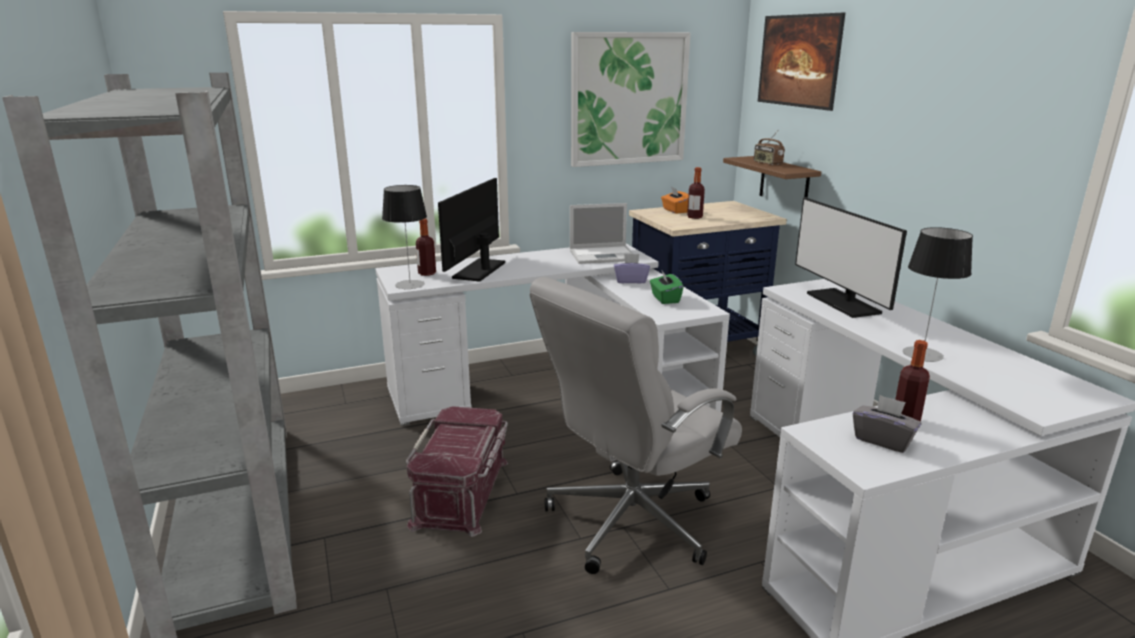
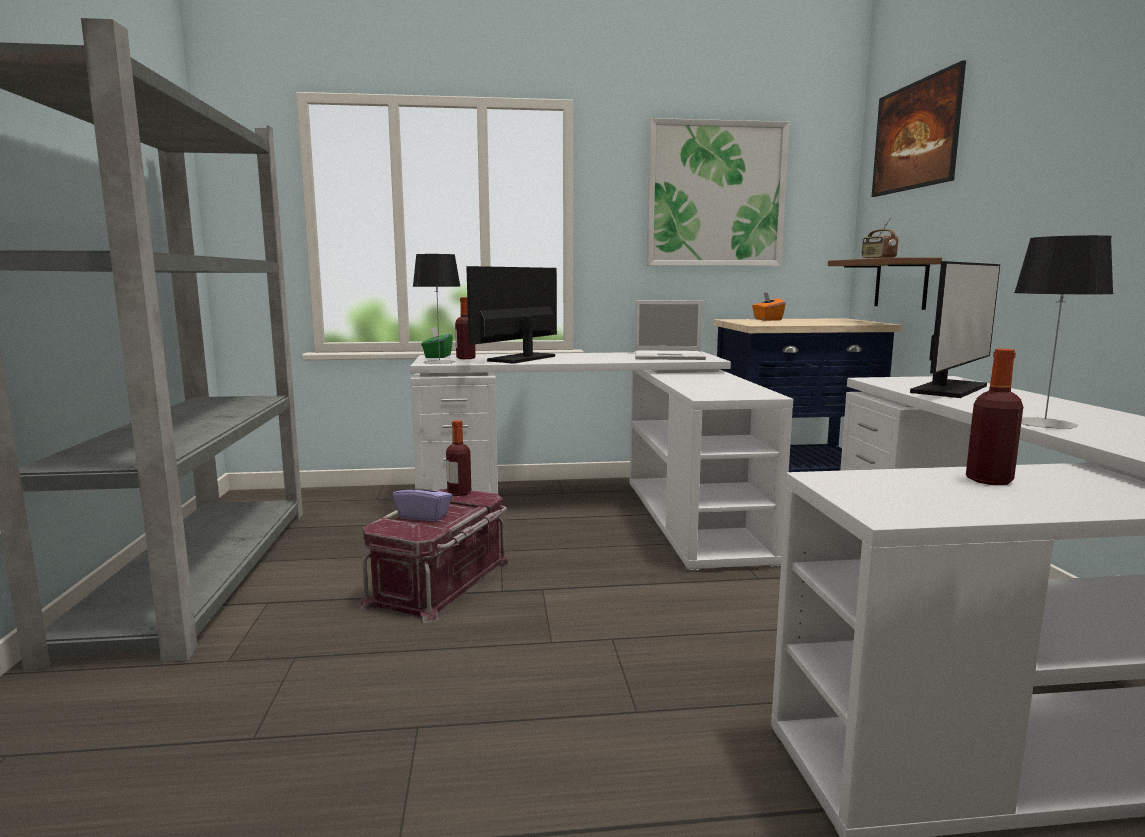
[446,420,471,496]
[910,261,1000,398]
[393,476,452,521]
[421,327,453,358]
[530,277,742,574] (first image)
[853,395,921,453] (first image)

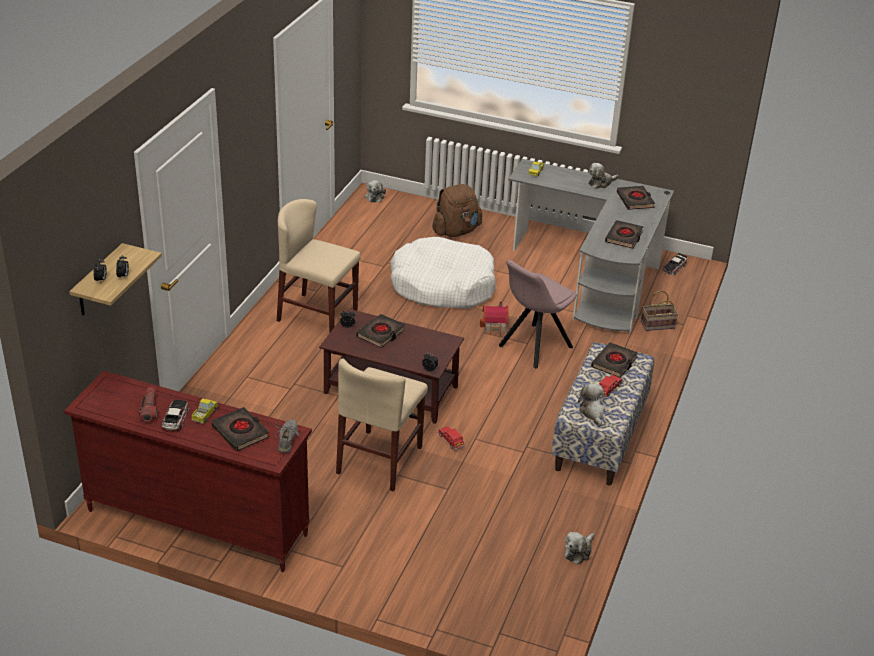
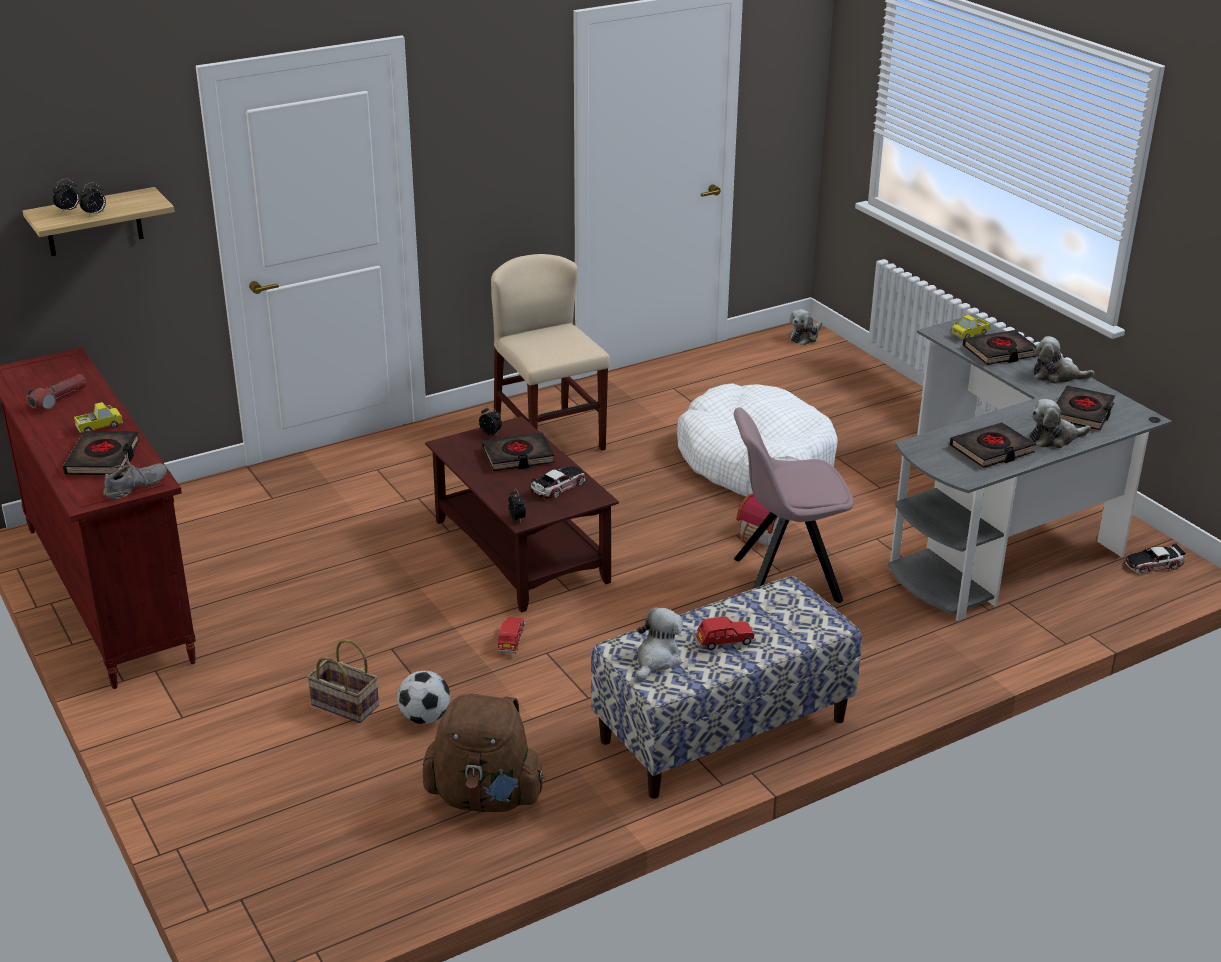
[423,694,546,813]
[307,639,379,723]
[963,330,1036,365]
[336,359,428,492] (first image)
[531,466,586,499]
[1030,399,1091,448]
[397,671,450,724]

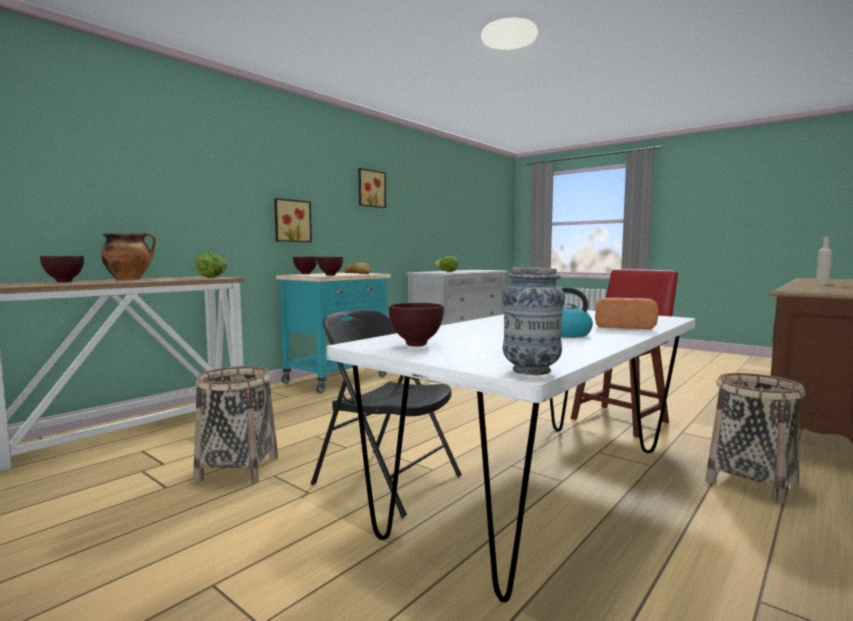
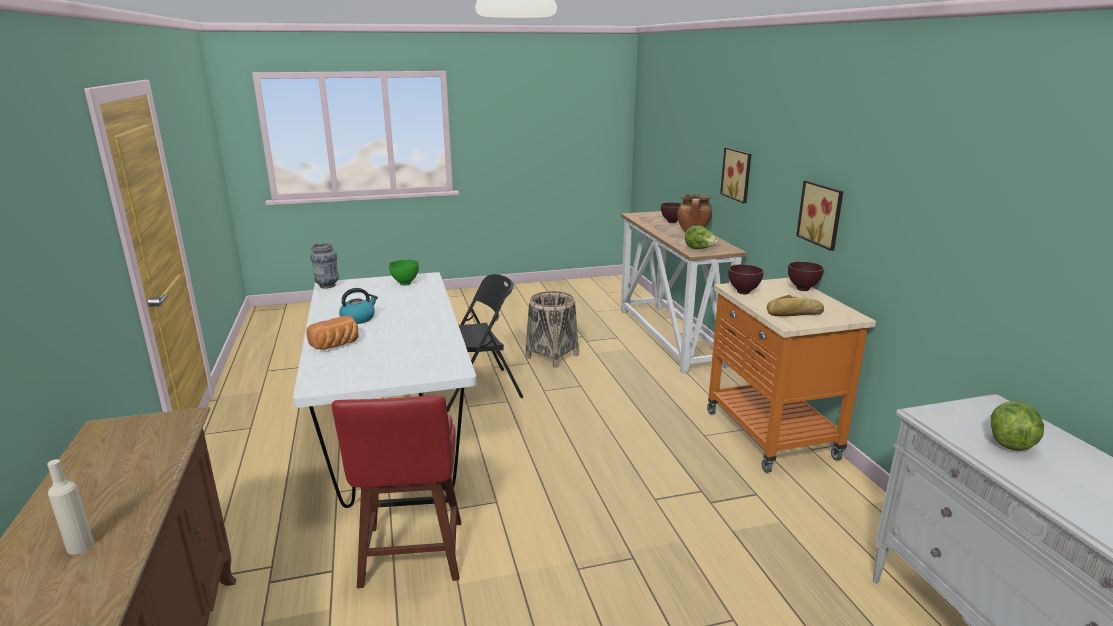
[720,147,751,203]
[707,278,876,473]
[389,260,419,286]
[706,373,805,504] (first image)

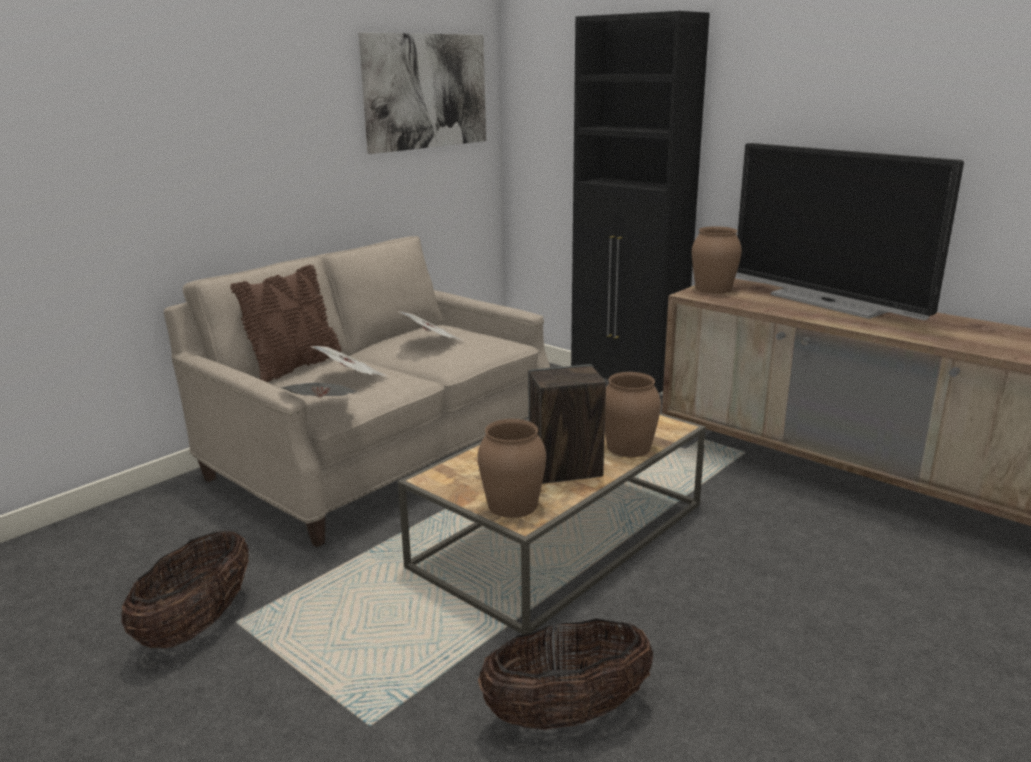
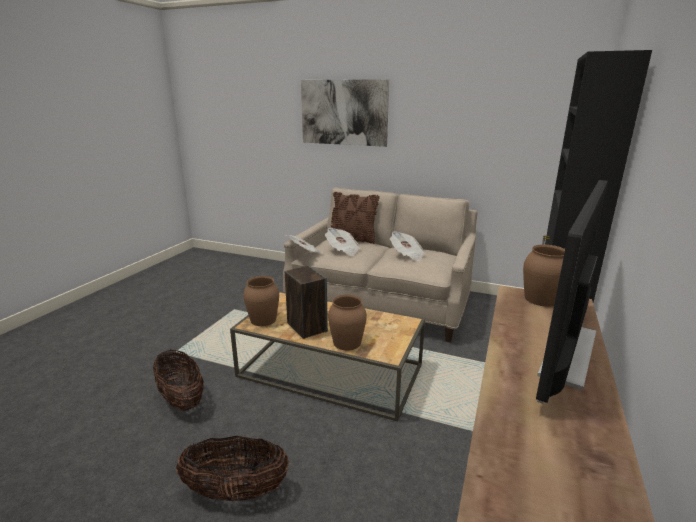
[301,79,389,147]
[176,436,289,501]

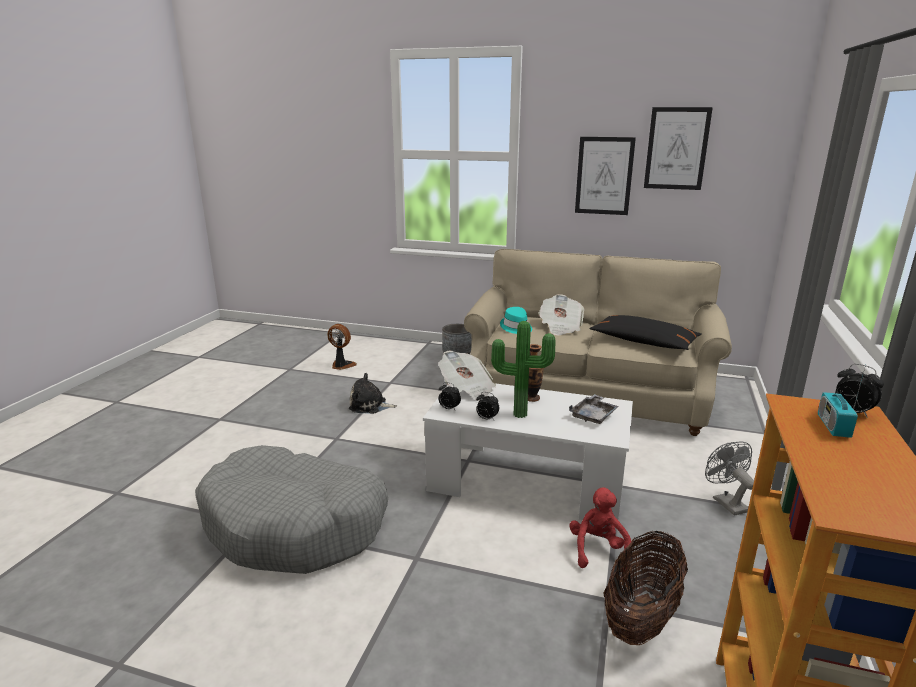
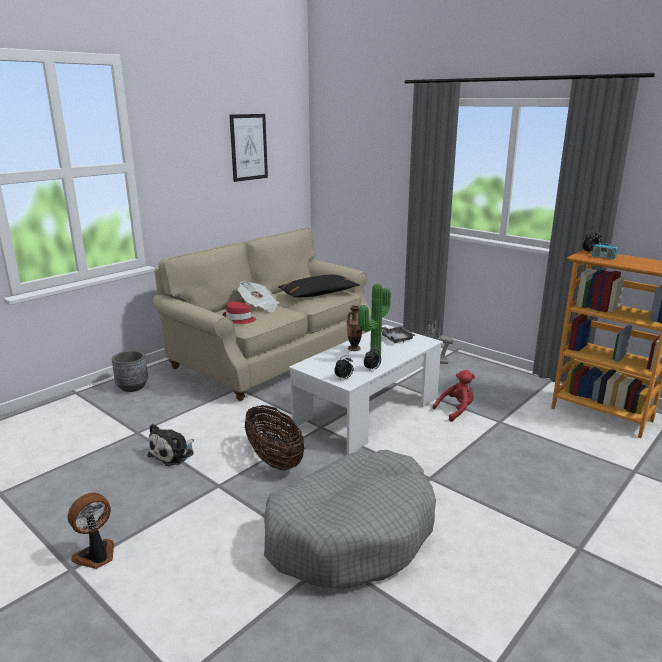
[575,137,636,215] (first image)
[223,301,256,324]
[67,493,114,569]
[438,350,496,401] (first image)
[433,370,475,422]
[245,405,304,470]

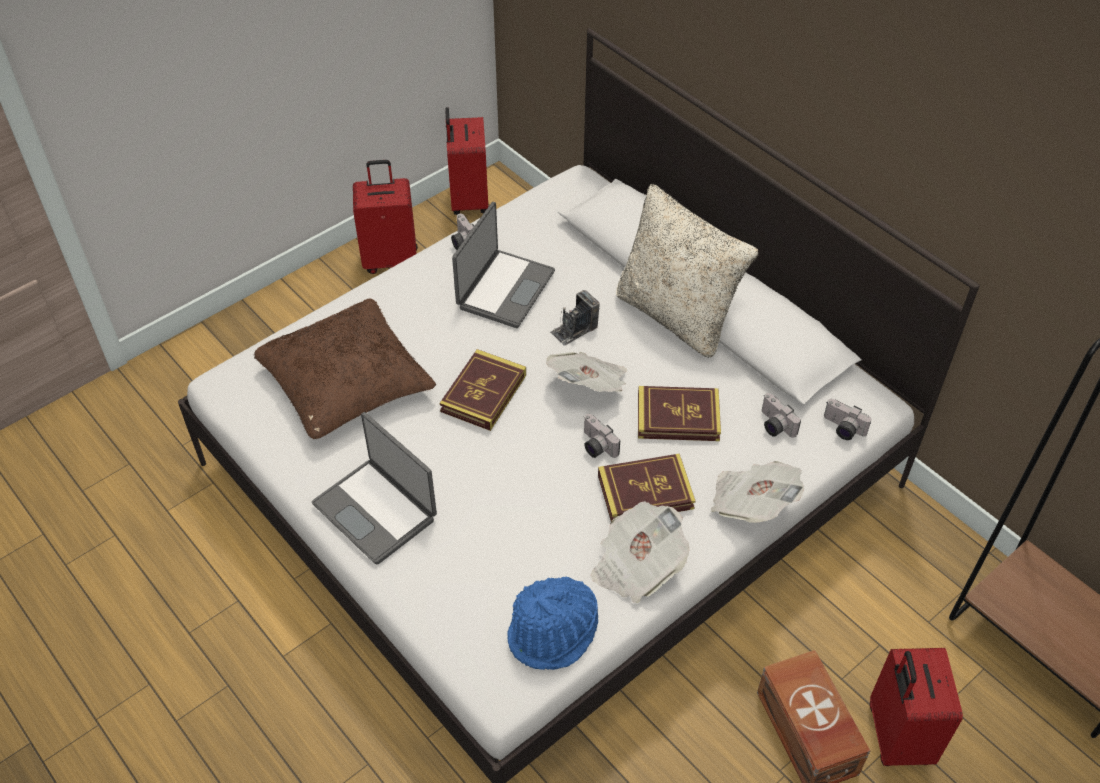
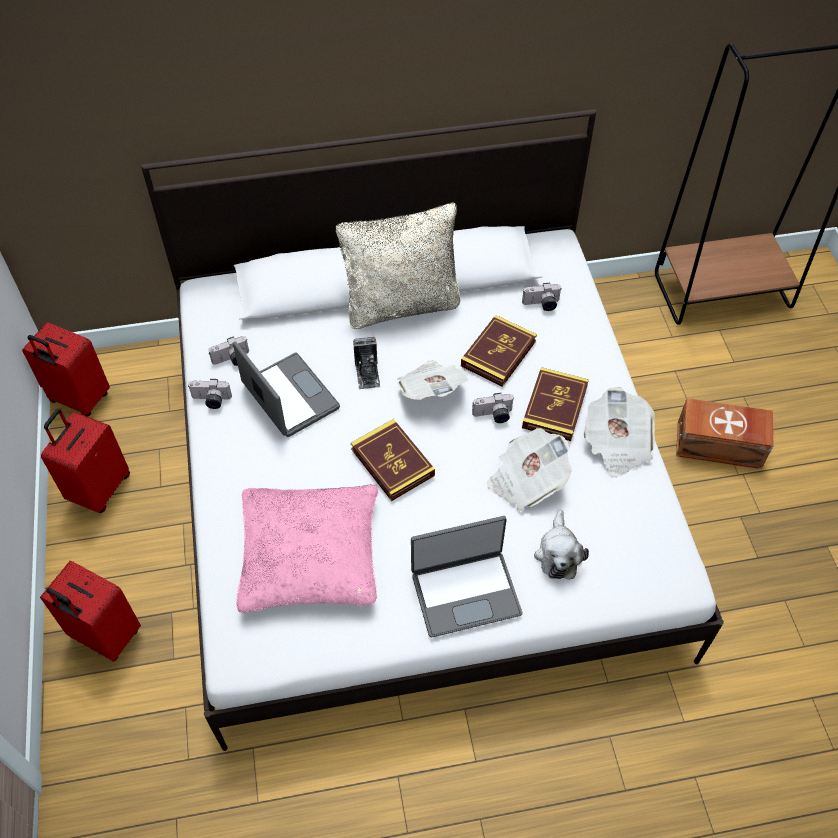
[236,485,379,614]
[208,336,249,366]
[487,428,572,511]
[507,577,598,670] (first image)
[40,561,141,662]
[534,510,589,579]

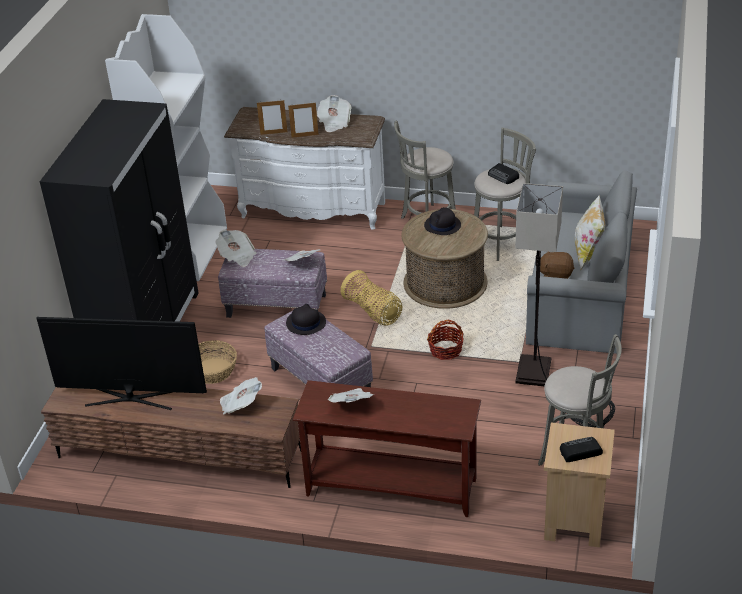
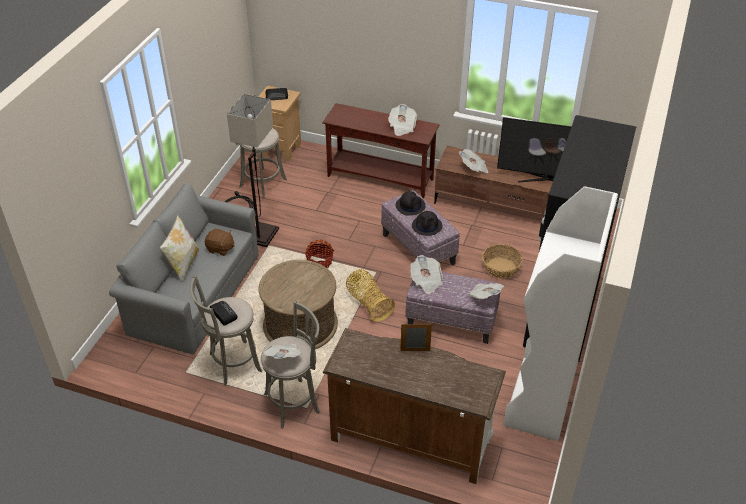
[263,344,302,359]
[257,100,287,135] (first image)
[396,191,426,215]

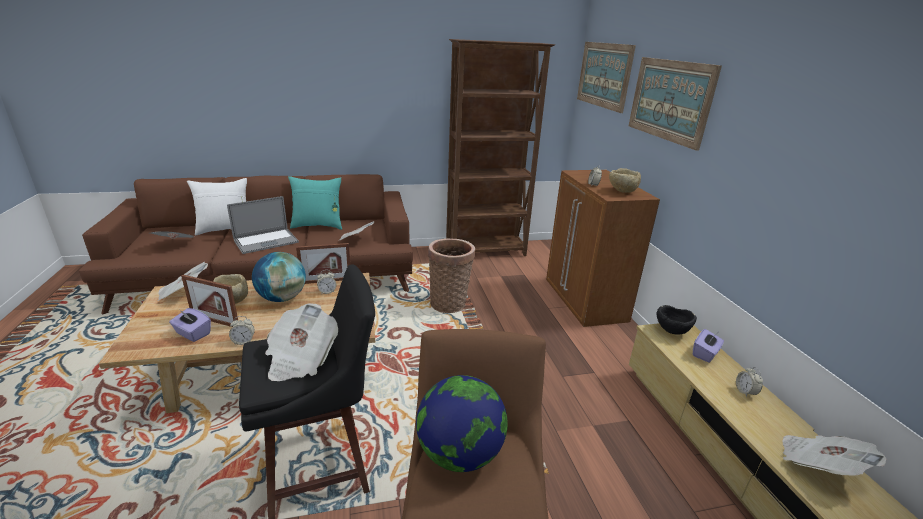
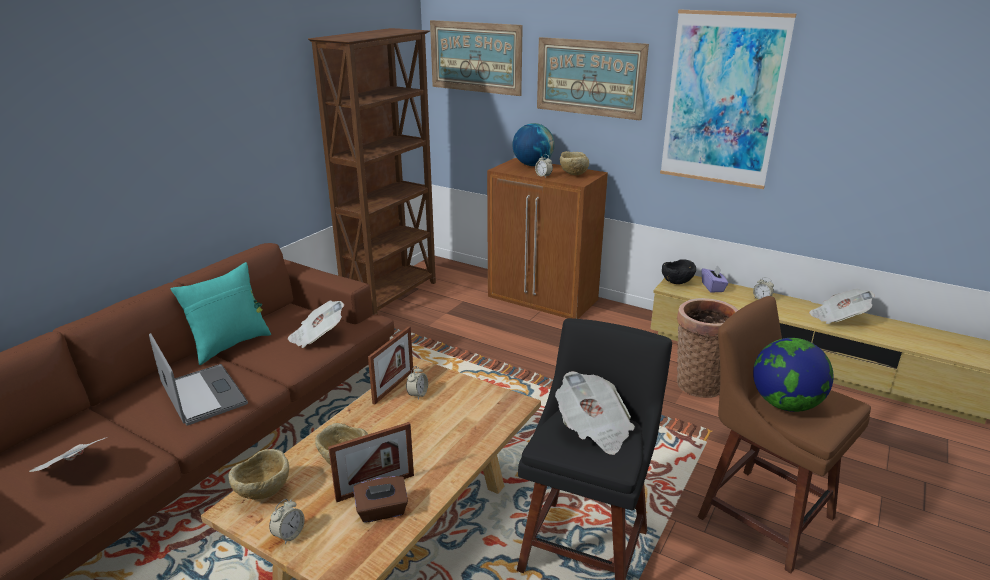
[187,178,247,235] (first image)
[149,333,248,425]
[677,298,738,398]
[512,123,555,166]
[229,449,289,500]
[353,476,408,523]
[269,499,305,544]
[660,10,796,189]

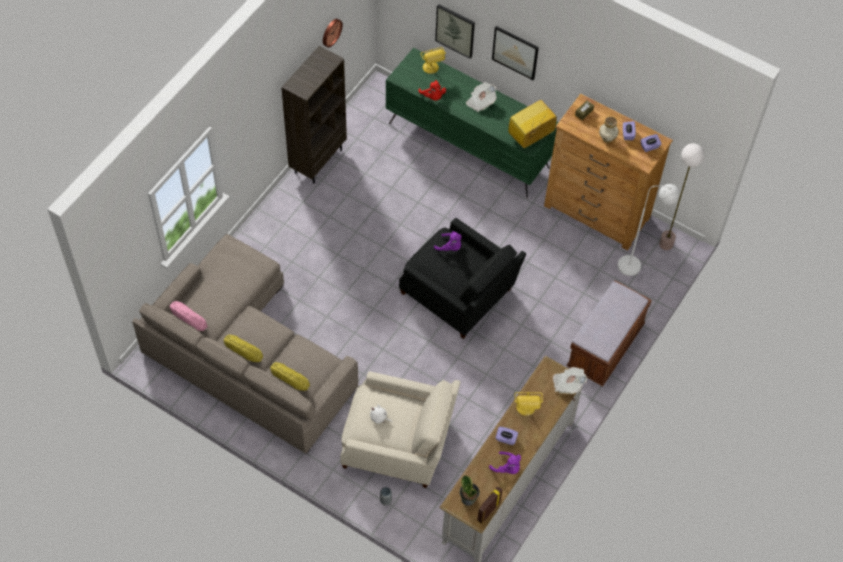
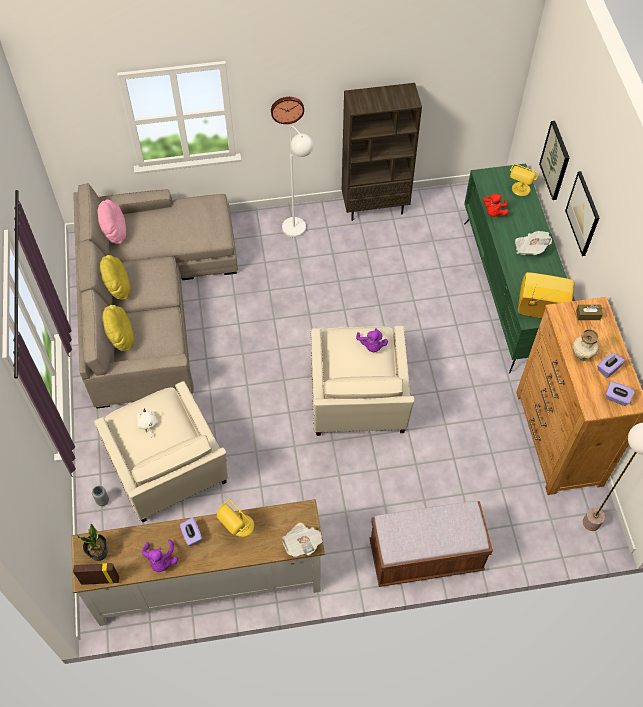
[271,97,304,124]
[282,126,313,237]
[311,326,415,436]

